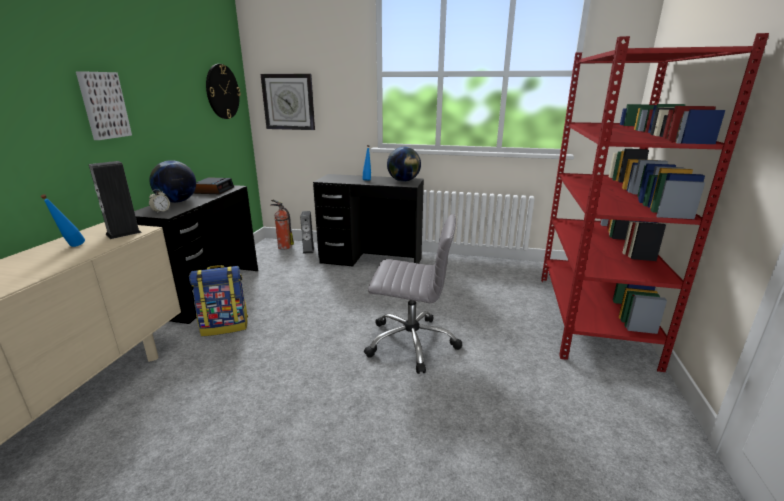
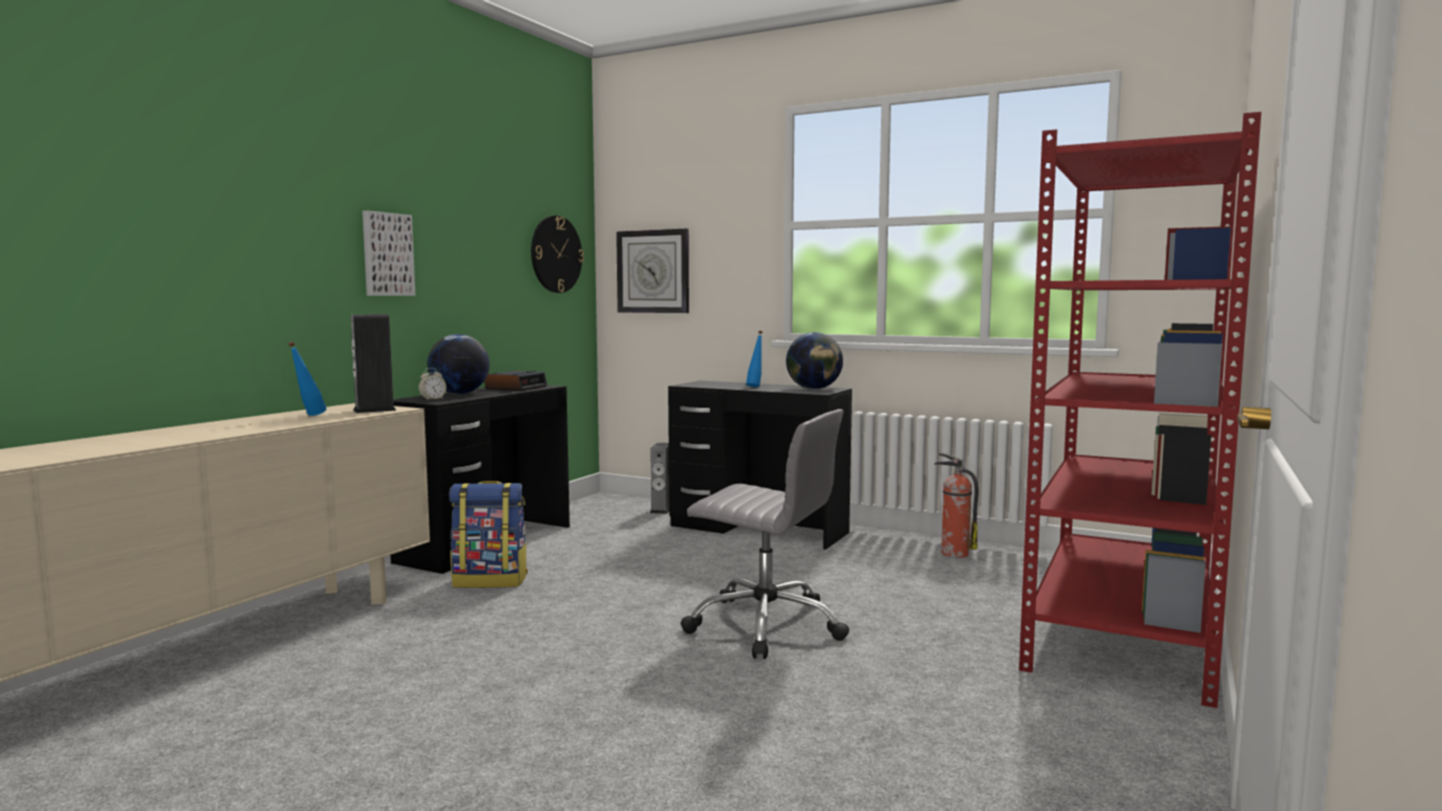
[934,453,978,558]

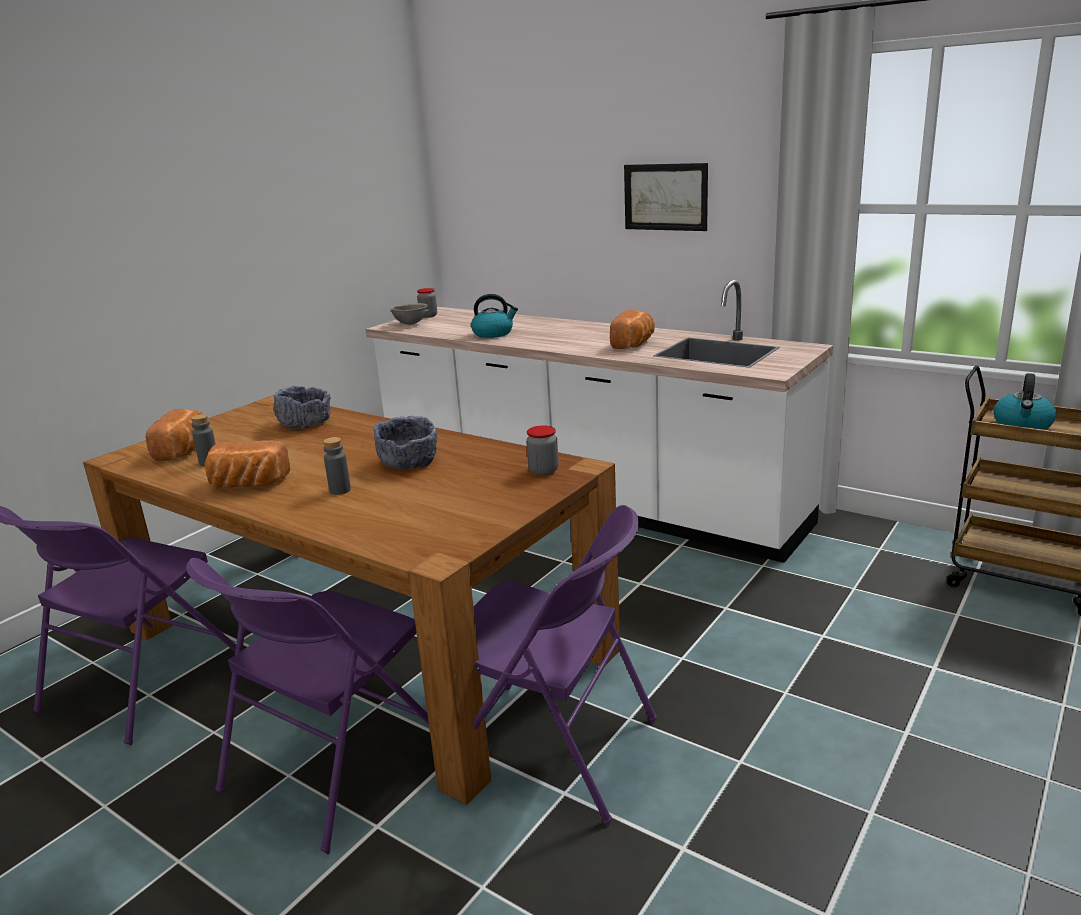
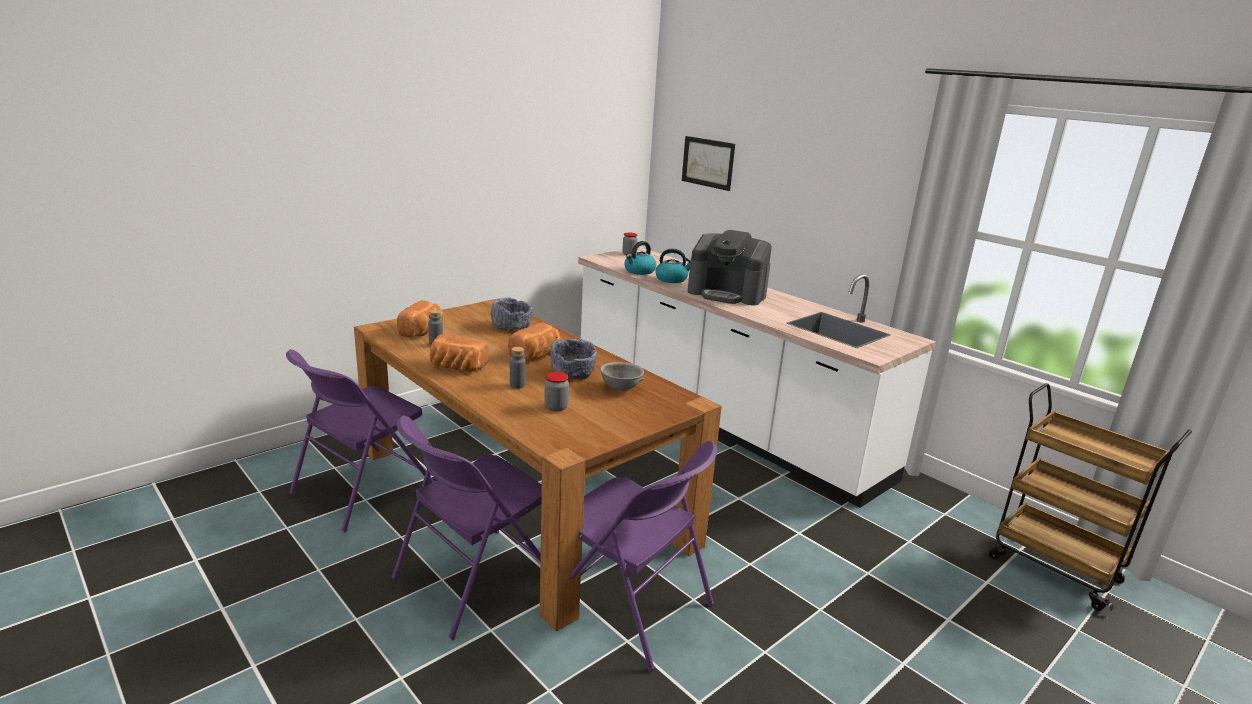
[682,136,735,191]
[600,362,644,391]
[508,323,561,361]
[624,241,656,275]
[544,372,569,411]
[688,230,772,305]

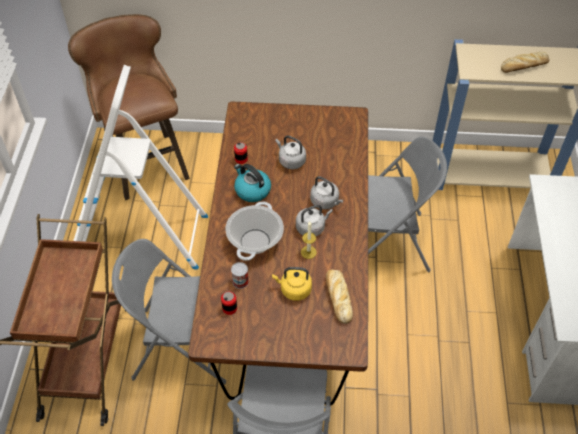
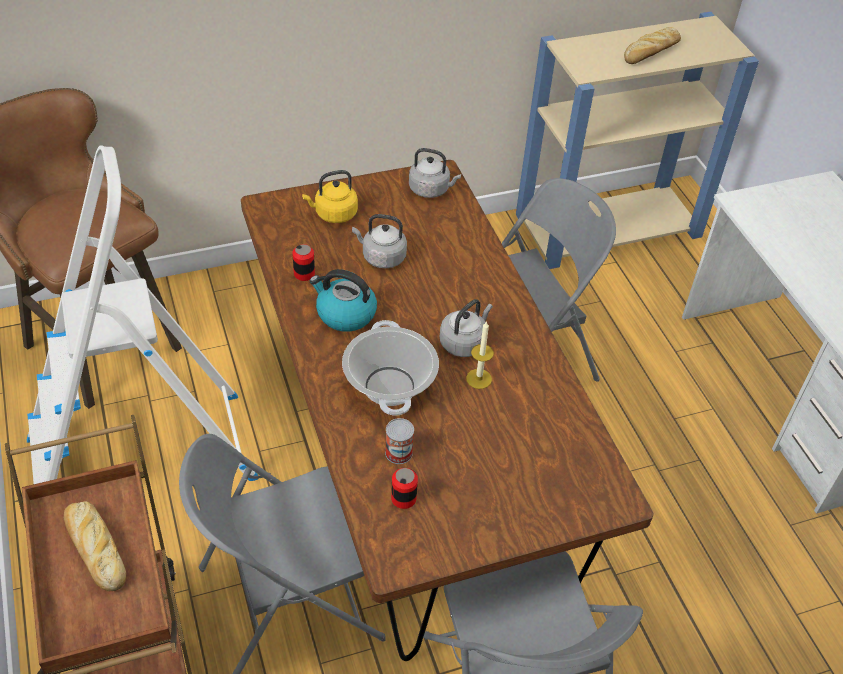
[409,148,461,198]
[302,170,358,223]
[64,501,126,591]

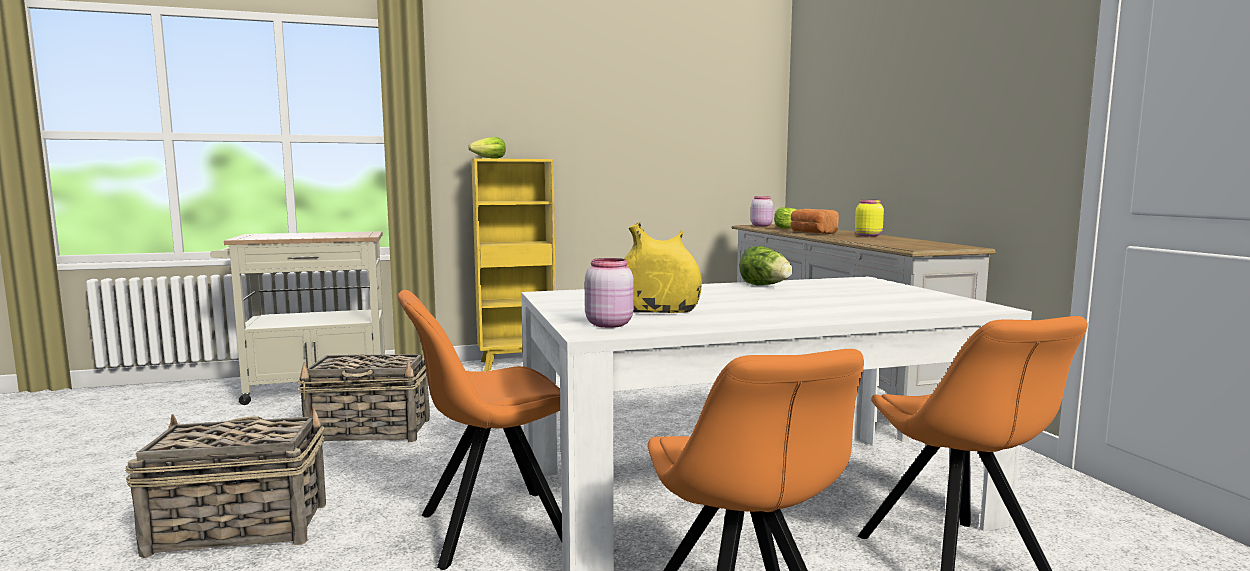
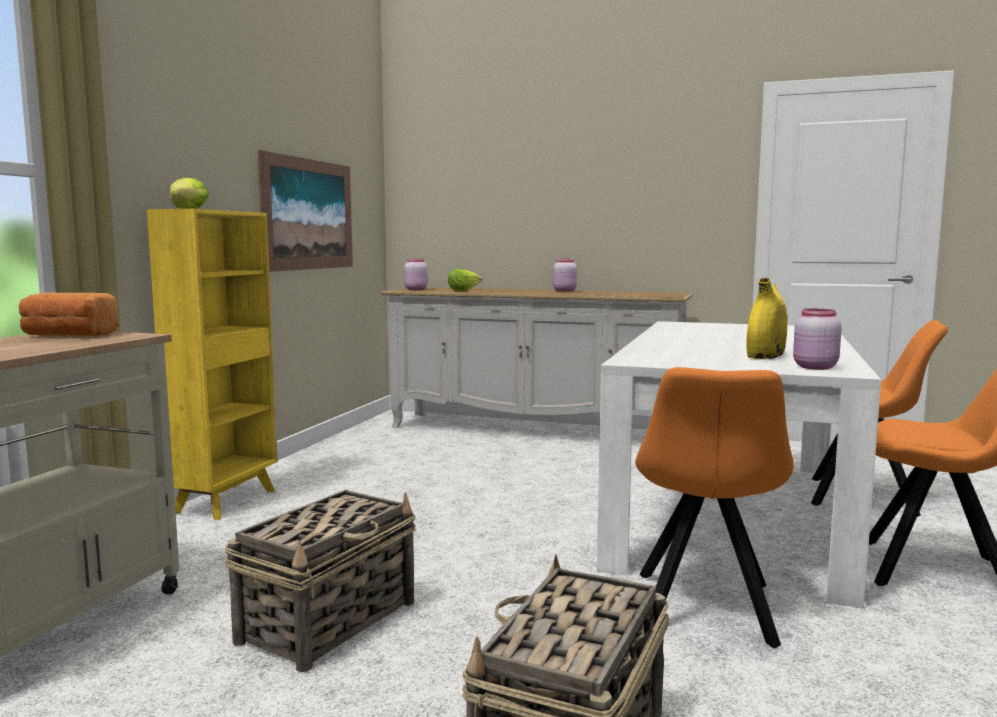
[553,259,577,292]
[19,293,119,336]
[739,246,793,286] (first image)
[258,150,353,272]

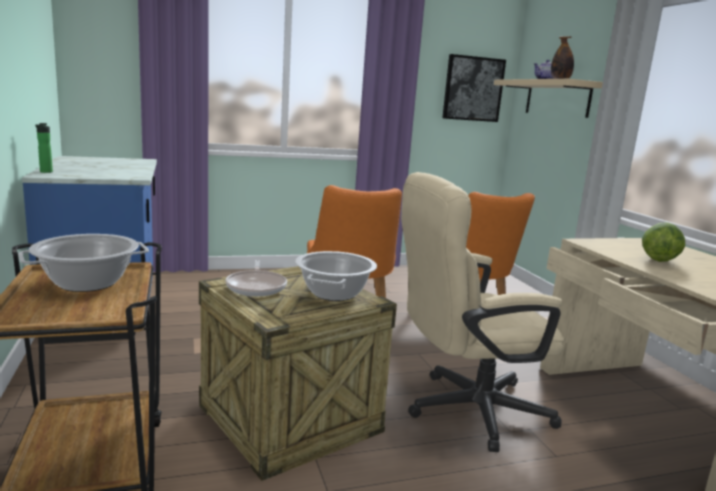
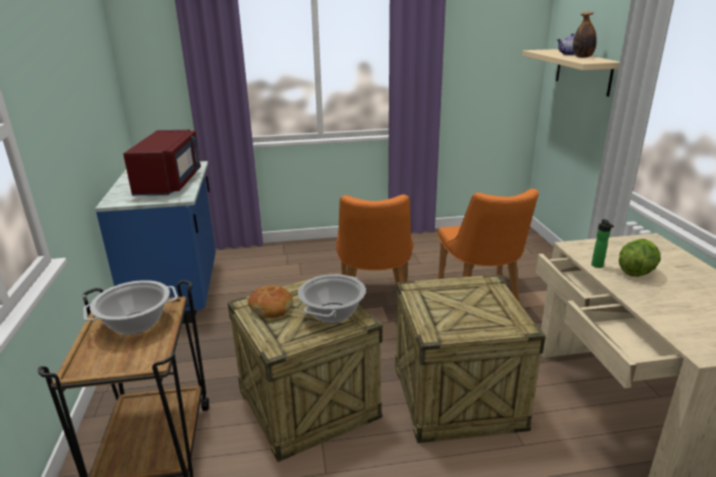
[442,54,506,122] (first image)
[591,219,614,268]
[395,274,546,443]
[248,285,293,318]
[123,130,201,196]

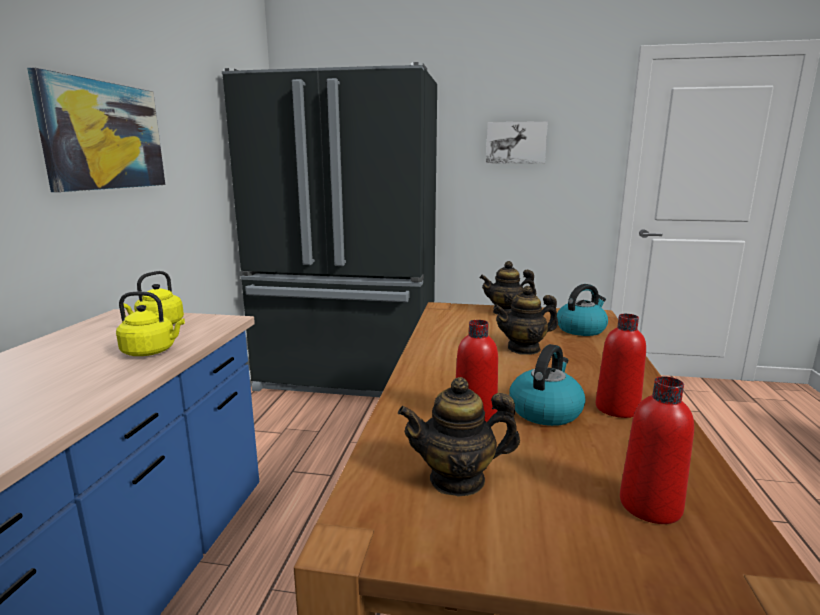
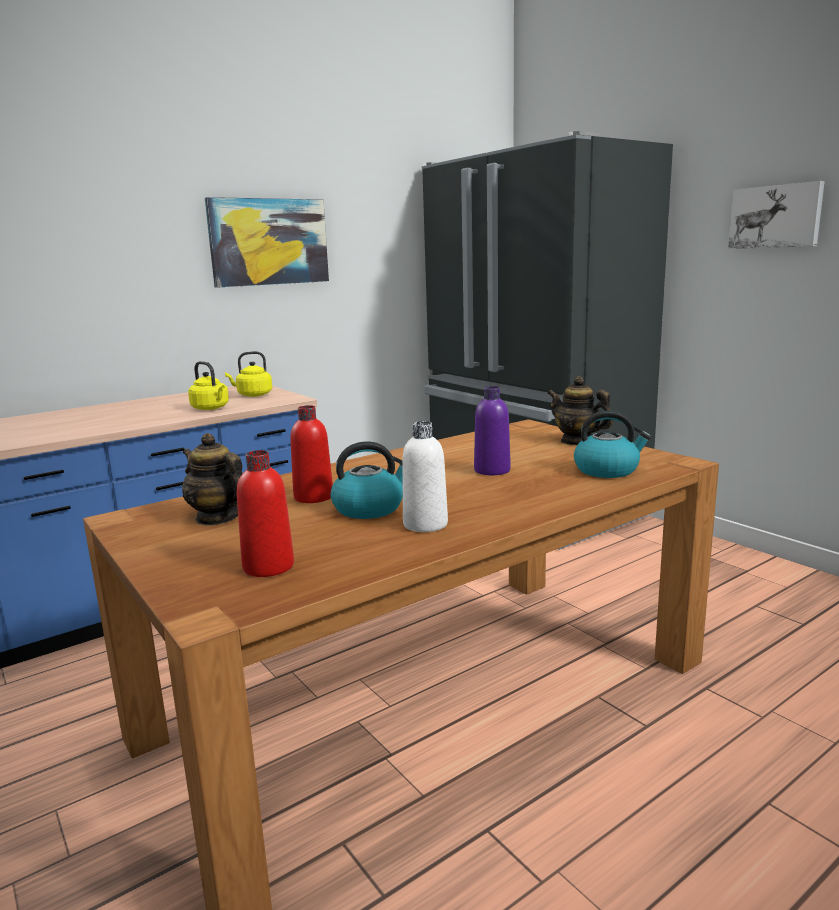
[474,386,511,475]
[402,421,448,532]

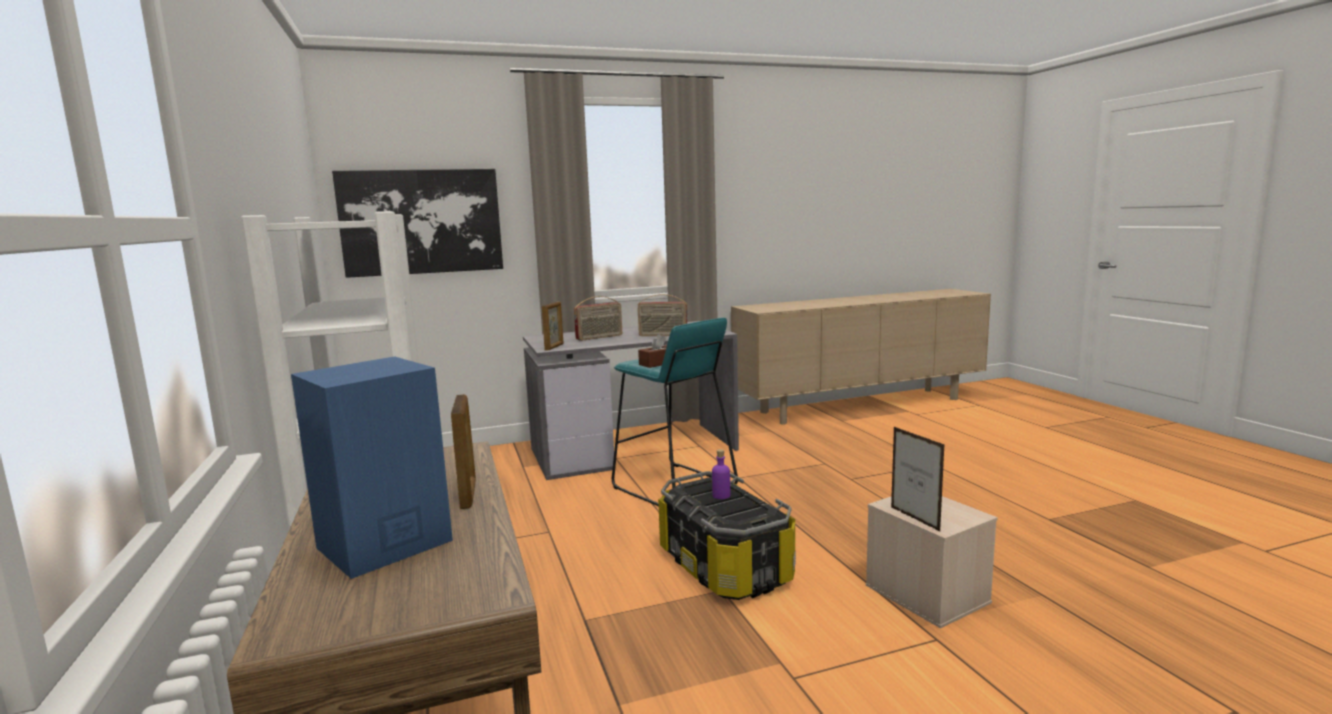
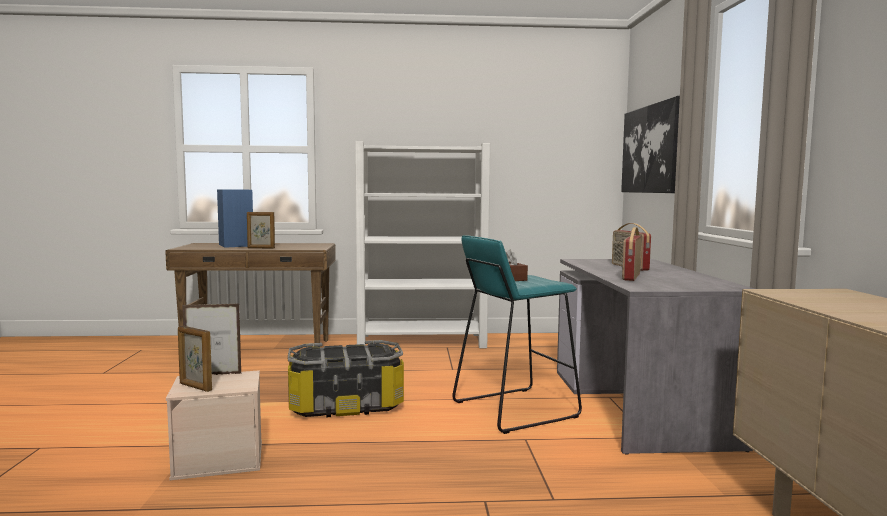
[178,326,212,392]
[712,449,730,499] (first image)

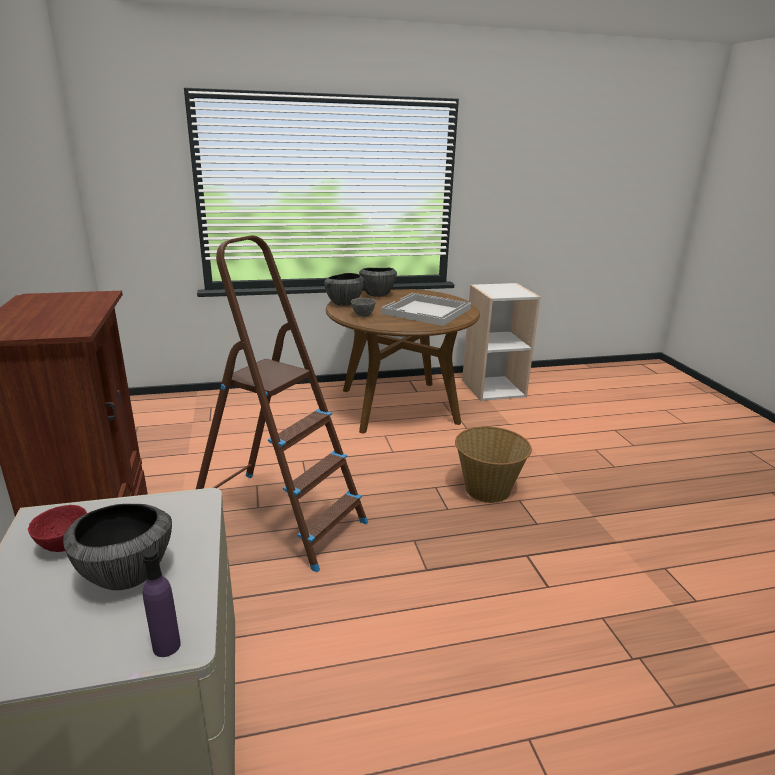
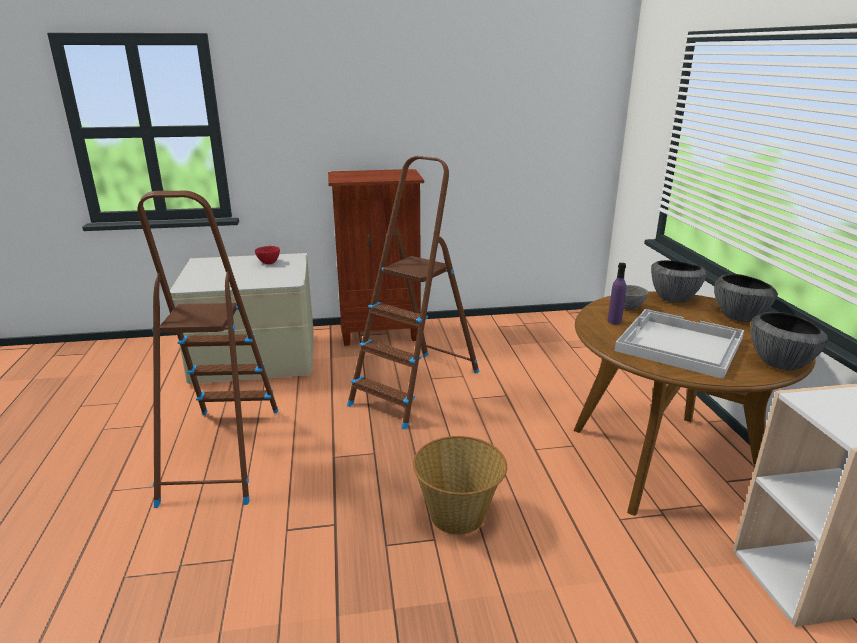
[751,312,828,370]
[608,263,626,324]
[137,191,278,508]

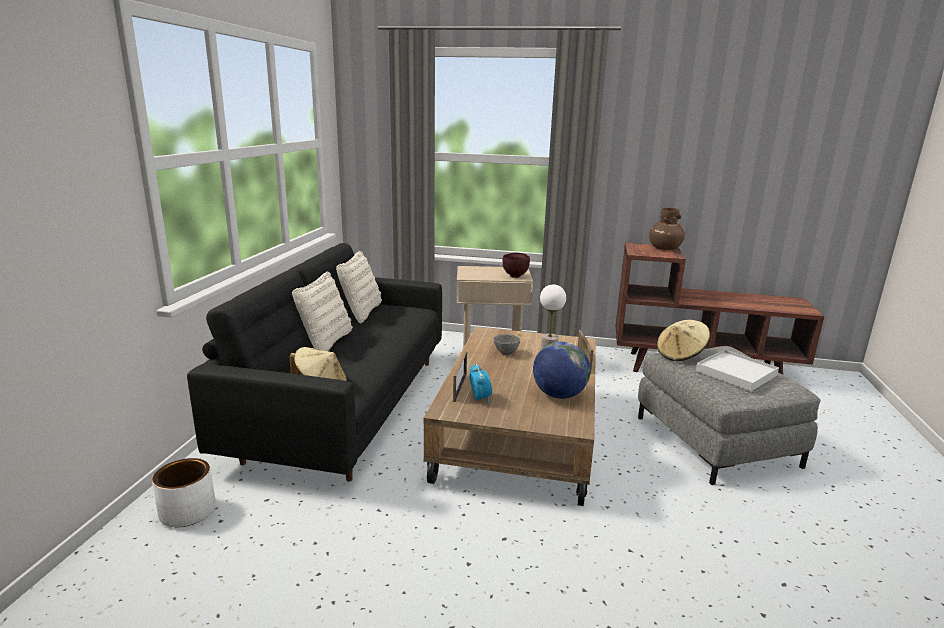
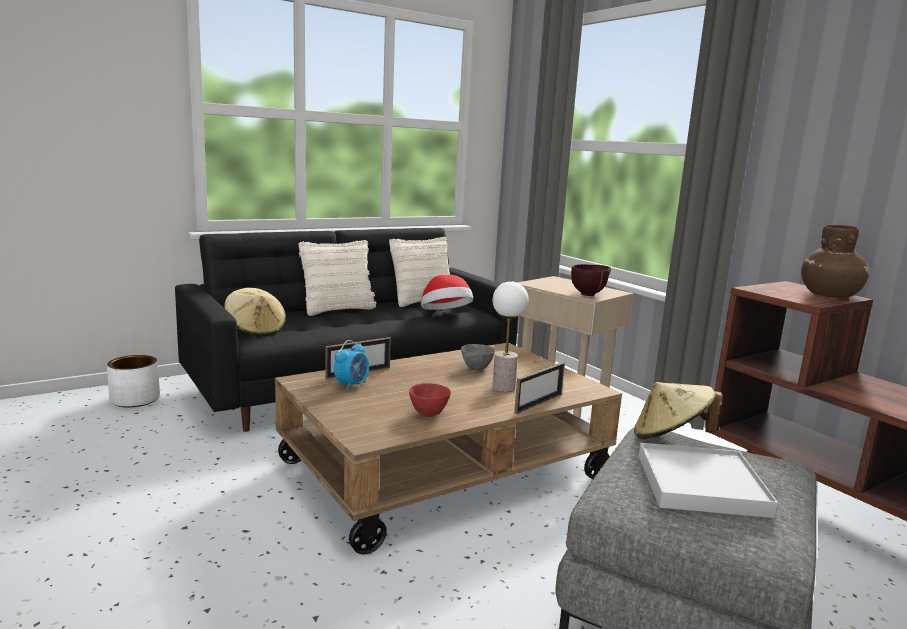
[409,383,451,417]
[421,275,473,310]

